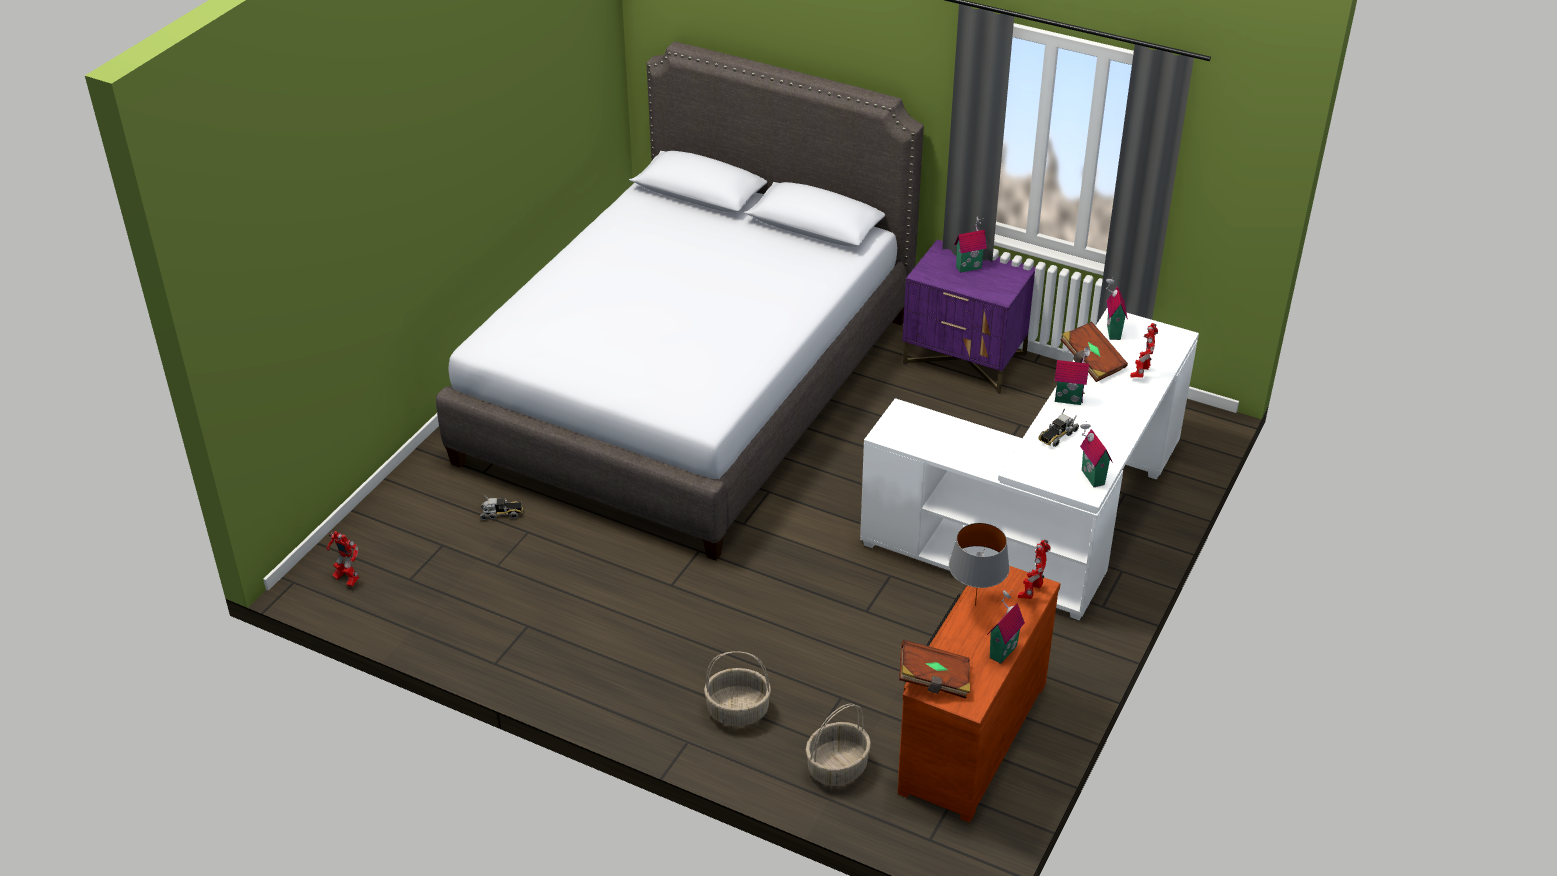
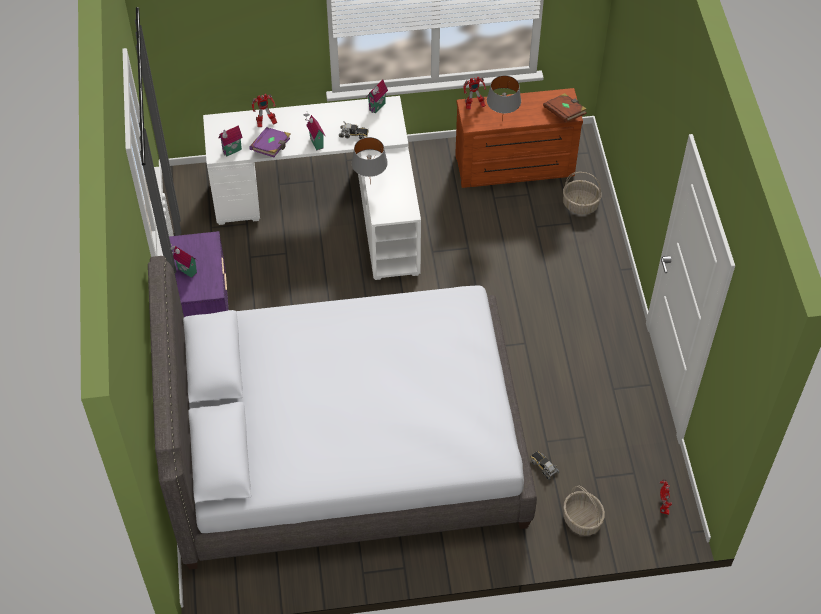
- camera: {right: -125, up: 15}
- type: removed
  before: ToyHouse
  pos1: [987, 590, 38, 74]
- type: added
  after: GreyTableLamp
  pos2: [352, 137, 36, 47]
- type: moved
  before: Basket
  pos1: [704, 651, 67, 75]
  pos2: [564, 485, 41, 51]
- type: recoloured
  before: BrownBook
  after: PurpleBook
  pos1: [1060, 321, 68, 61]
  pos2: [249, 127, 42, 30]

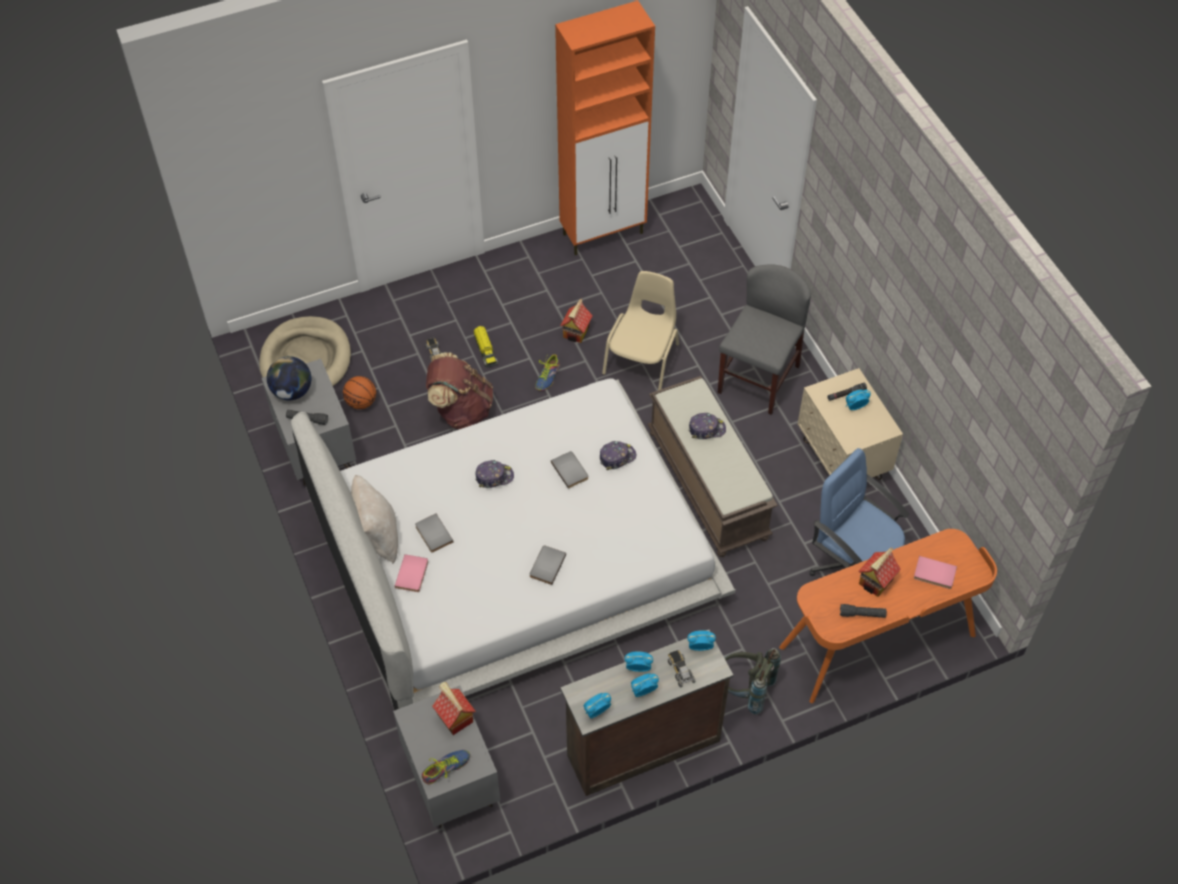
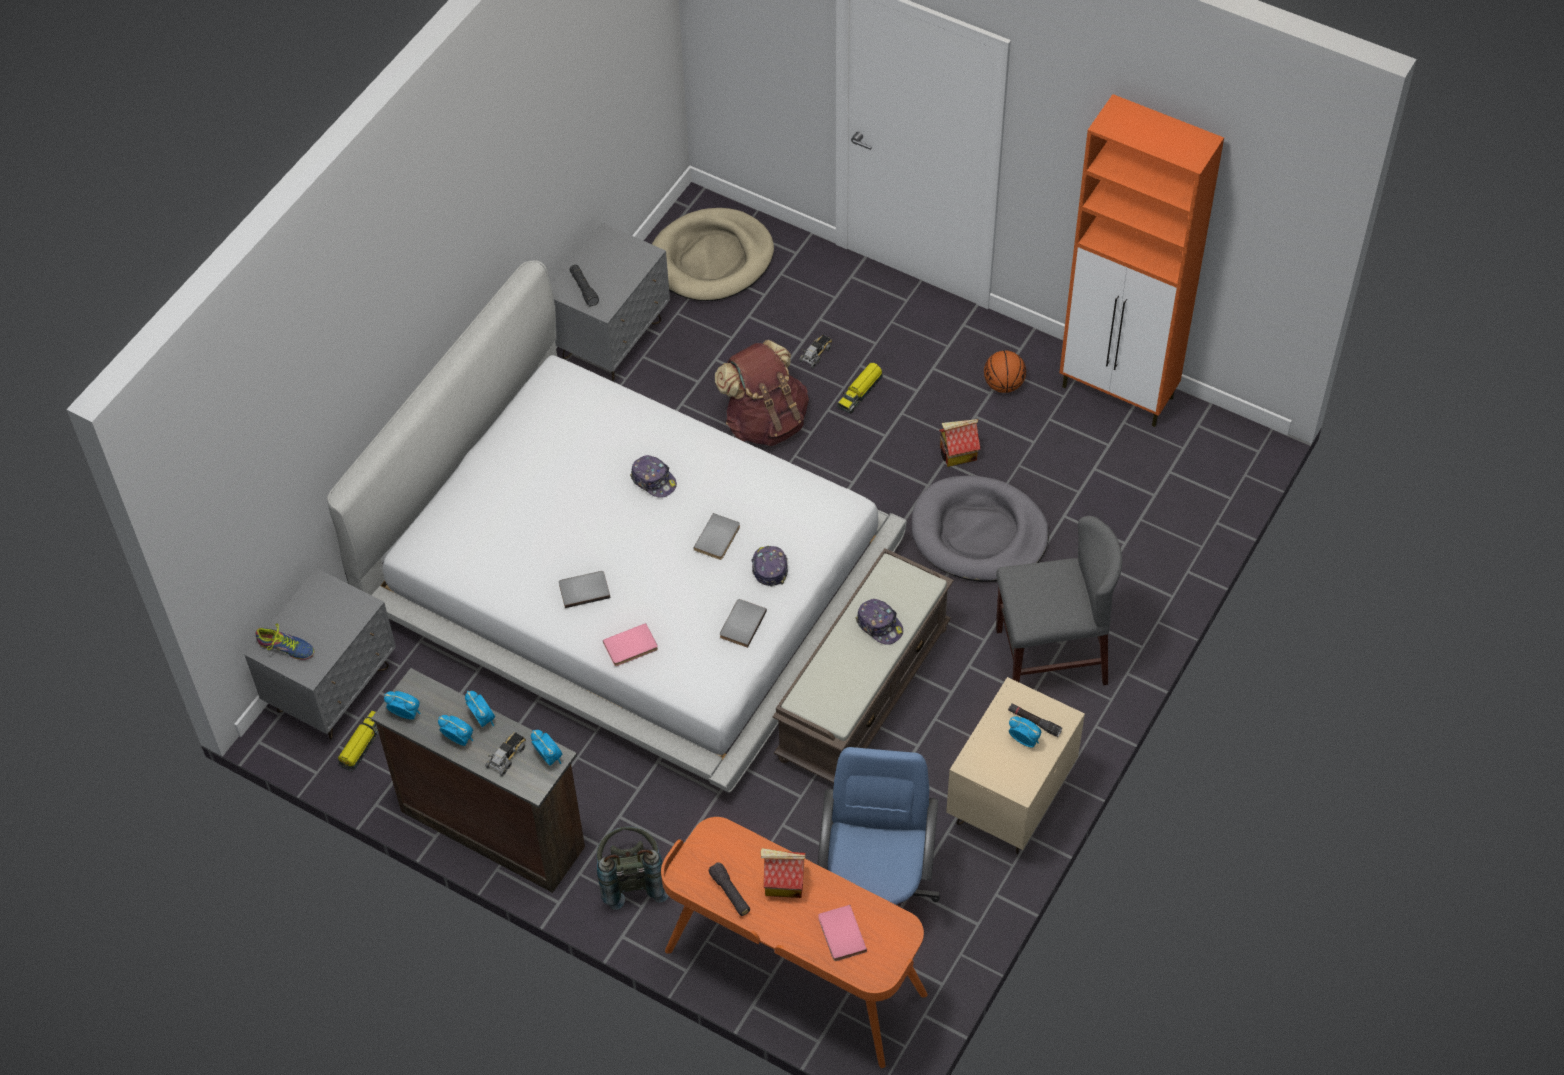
- camera: {right: 55, up: 0}
- type: removed
  before: Globe
  pos1: [267, 356, 44, 44]
- type: removed
  before: BeigePillow
  pos1: [351, 475, 47, 89]
- type: removed
  before: ToyHouse
  pos1: [432, 682, 44, 53]
- type: removed
  before: Shoe
  pos1: [535, 353, 25, 38]
- type: added
  after: ToyTruck
  pos2: [338, 711, 41, 61]
- type: moved
  before: Basketball
  pos1: [343, 376, 33, 33]
  pos2: [984, 351, 42, 42]
- type: moved
  before: PinkBook
  pos1: [395, 554, 33, 38]
  pos2: [603, 623, 55, 43]
- type: moved
  before: GreyBook
  pos1: [415, 514, 39, 38]
  pos2: [720, 599, 47, 49]
- type: replaced
  before: BeigeChair
  after: GreyDogBed
  pos1: [602, 271, 77, 119]
  pos2: [912, 475, 137, 107]
- type: turned
  before: Cap
  pos1: [600, 441, 36, 29]
  pos2: [751, 546, 37, 41]
  turn: -120

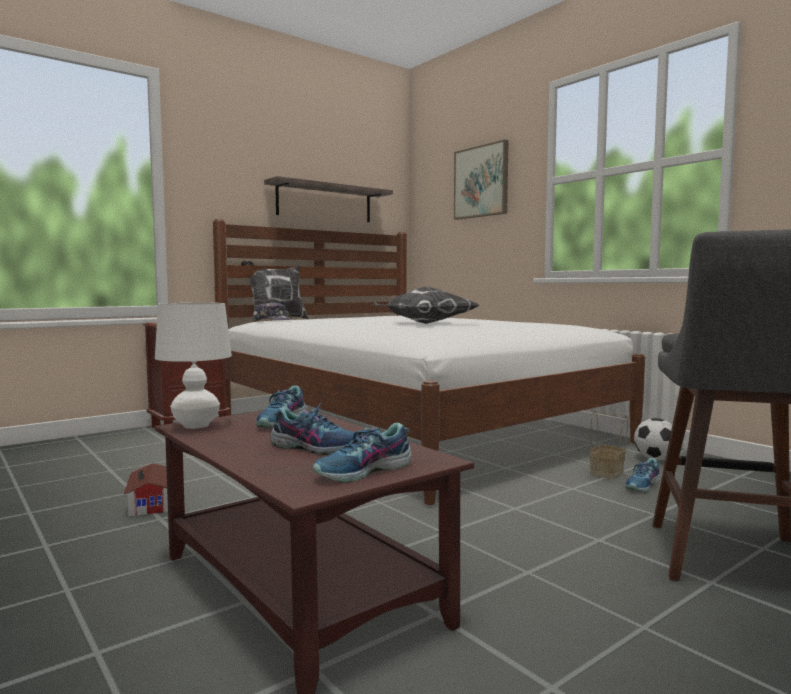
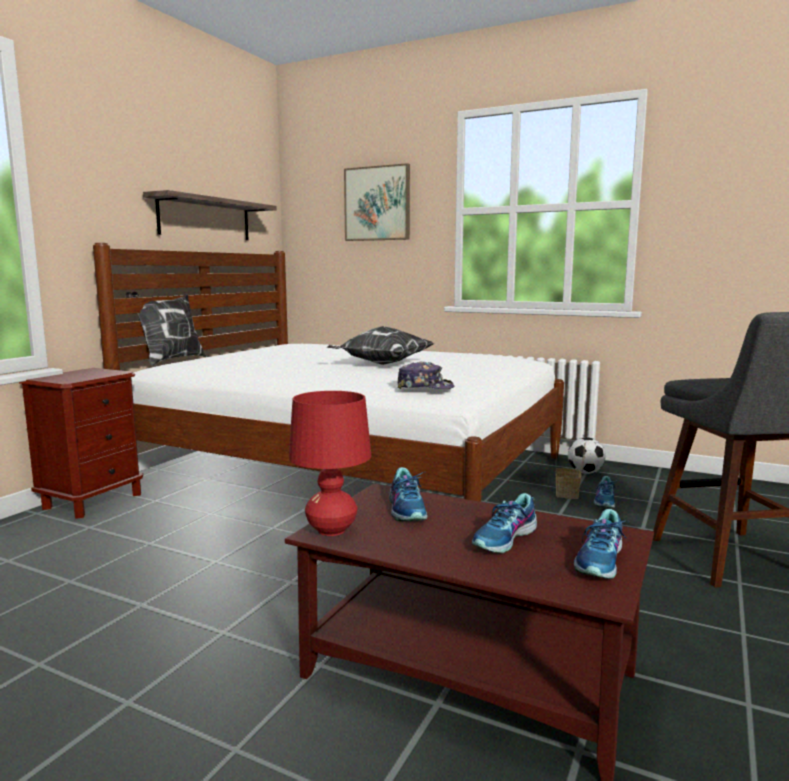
- camera: {right: -25, up: 5}
- type: removed
  before: ToyHouse
  pos1: [124, 463, 44, 53]
- type: moved
  before: Cap
  pos1: [256, 302, 37, 18]
  pos2: [398, 361, 57, 28]
- type: recoloured
  before: WhiteTableLamp
  after: RedTableLamp
  pos1: [155, 303, 77, 126]
  pos2: [289, 391, 82, 145]
- type: turned
  before: Shoe
  pos1: [270, 402, 87, 53]
  pos2: [472, 493, 65, 61]
  turn: 135

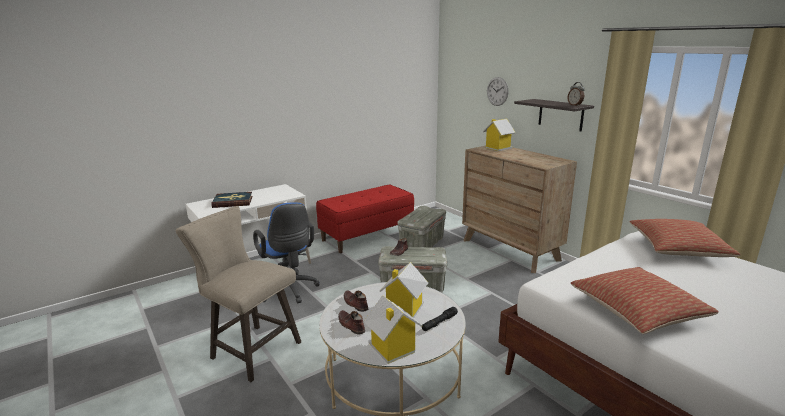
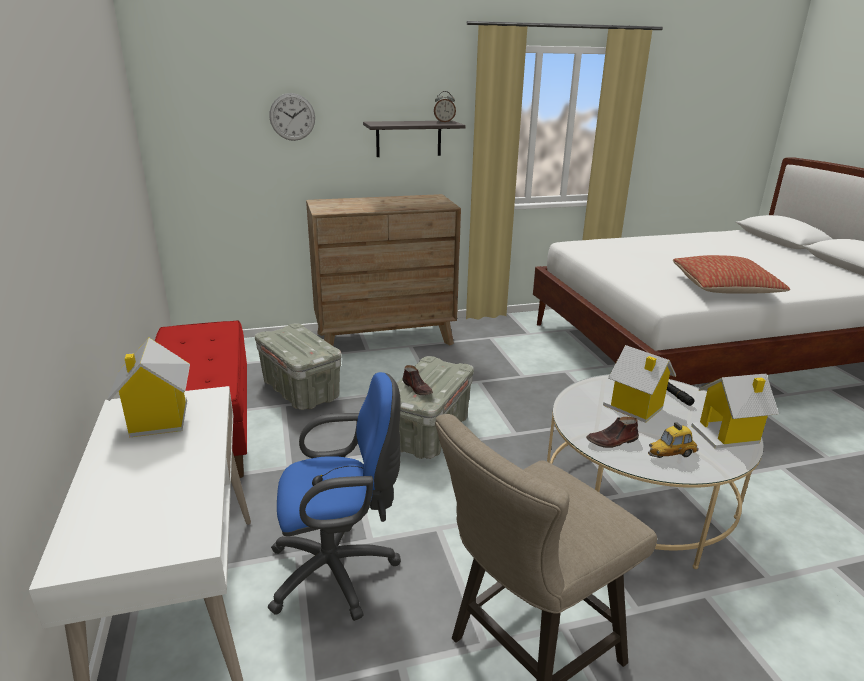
- camera: {right: -70, up: 5}
- type: removed
  before: Book
  pos1: [211, 192, 42, 16]
- type: removed
  before: Pillow
  pos1: [630, 219, 110, 38]
- type: moved
  before: ToyHouse
  pos1: [483, 119, 33, 32]
  pos2: [107, 338, 83, 100]
- type: replaced
  before: BrownShoe
  after: ToyCar
  pos1: [338, 310, 27, 24]
  pos2: [648, 422, 51, 36]

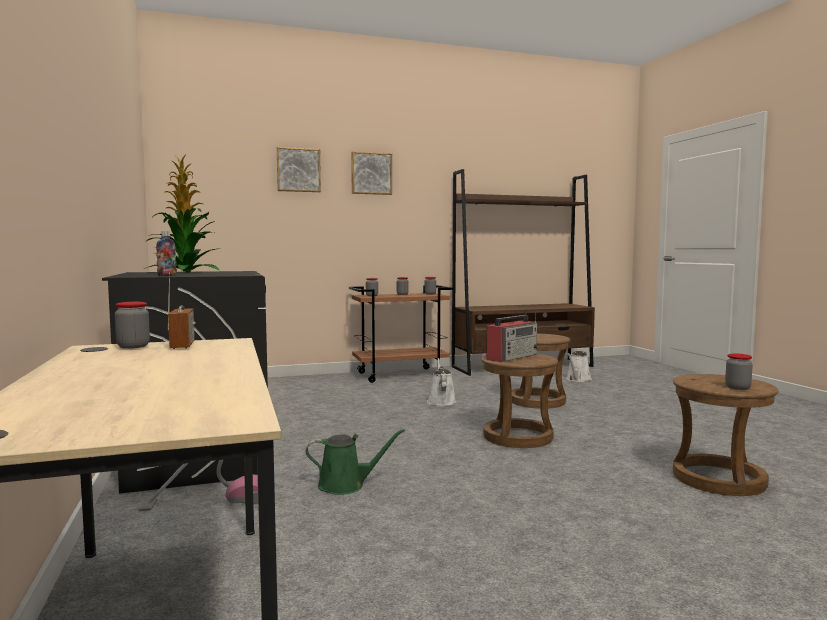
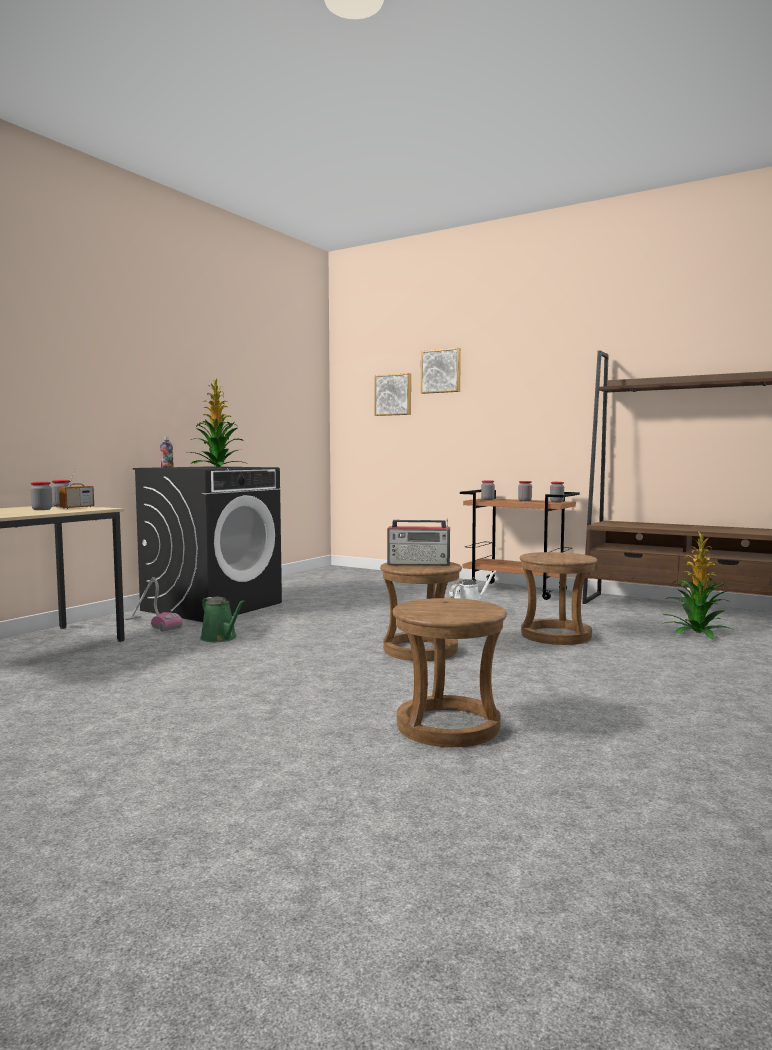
- camera: {right: 50, up: 0}
- type: moved
  before: Picture
  pos1: [351, 151, 41, 44]
  pos2: [374, 373, 37, 43]
- type: moved
  before: Jar
  pos1: [725, 354, 28, 36]
  pos2: [30, 482, 22, 28]
- type: replaced
  before: WhiteWateringCan
  after: PottedPlant
  pos1: [566, 351, 26, 31]
  pos2: [663, 531, 73, 108]

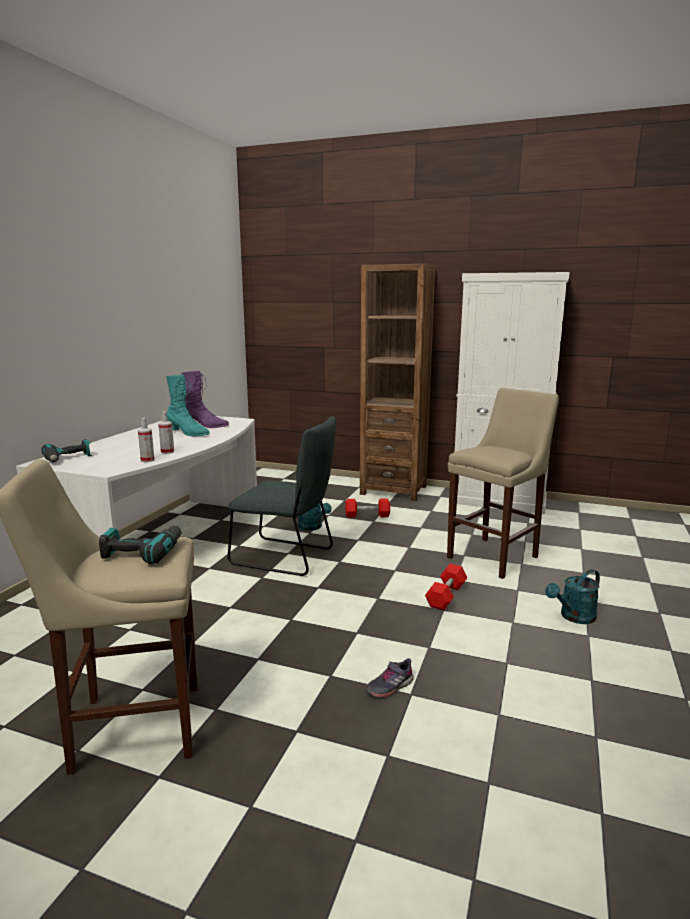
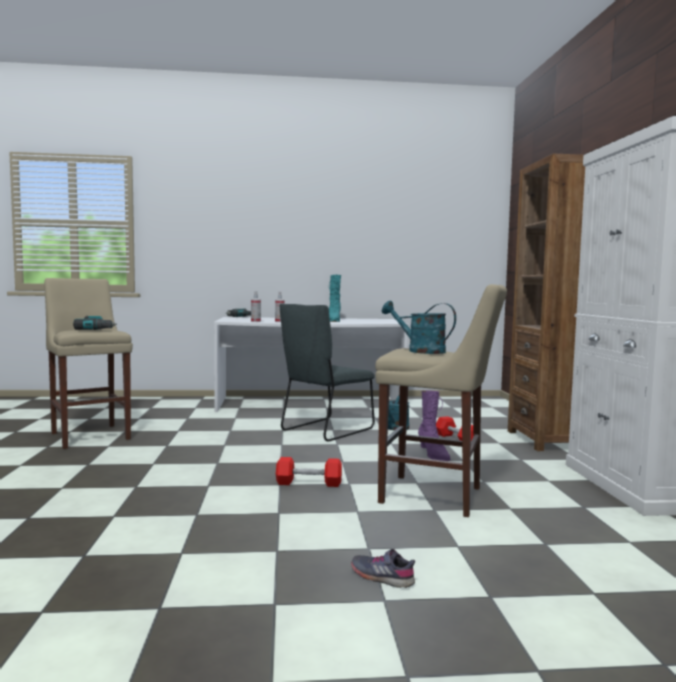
- camera: {right: 65, up: -10}
- type: moved
  before: PurpleBoot
  pos1: [181, 371, 48, 57]
  pos2: [418, 391, 33, 70]
- type: moved
  before: GreyShoe
  pos1: [366, 658, 48, 40]
  pos2: [351, 549, 64, 39]
- type: moved
  before: TurquoiseWateringCan
  pos1: [545, 569, 55, 55]
  pos2: [382, 301, 74, 53]
- type: turned
  before: GreyChair
  pos1: [228, 416, 108, 160]
  pos2: [280, 304, 95, 138]
  turn: 45

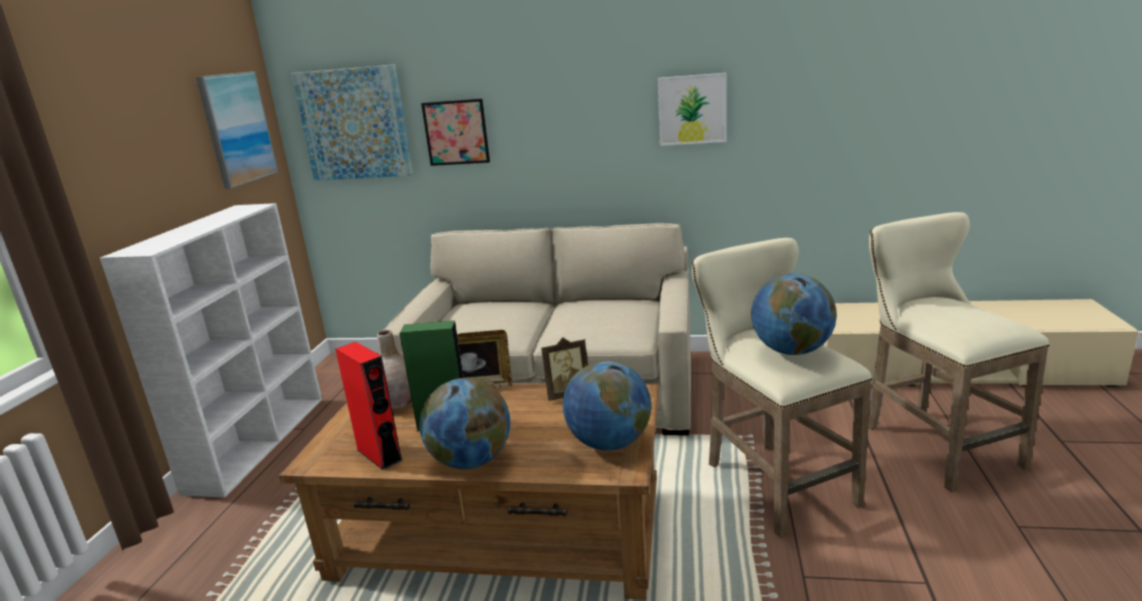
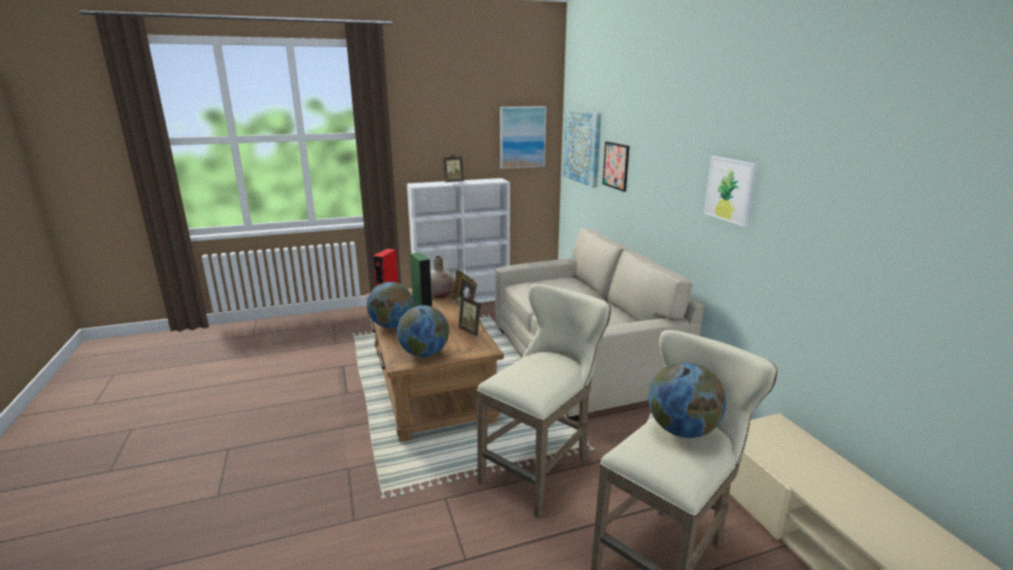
- camera: {right: 60, up: 0}
- type: added
  after: PictureFrame
  pos2: [443, 154, 21, 28]
- type: moved
  before: Globe
  pos1: [751, 274, 86, 81]
  pos2: [648, 362, 78, 76]

